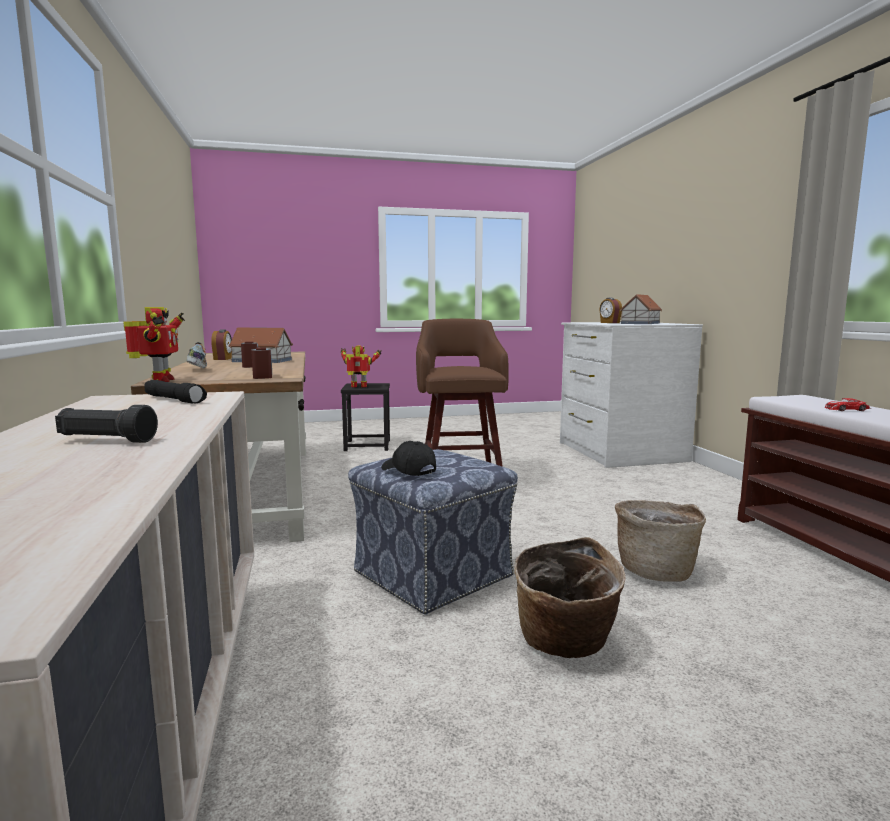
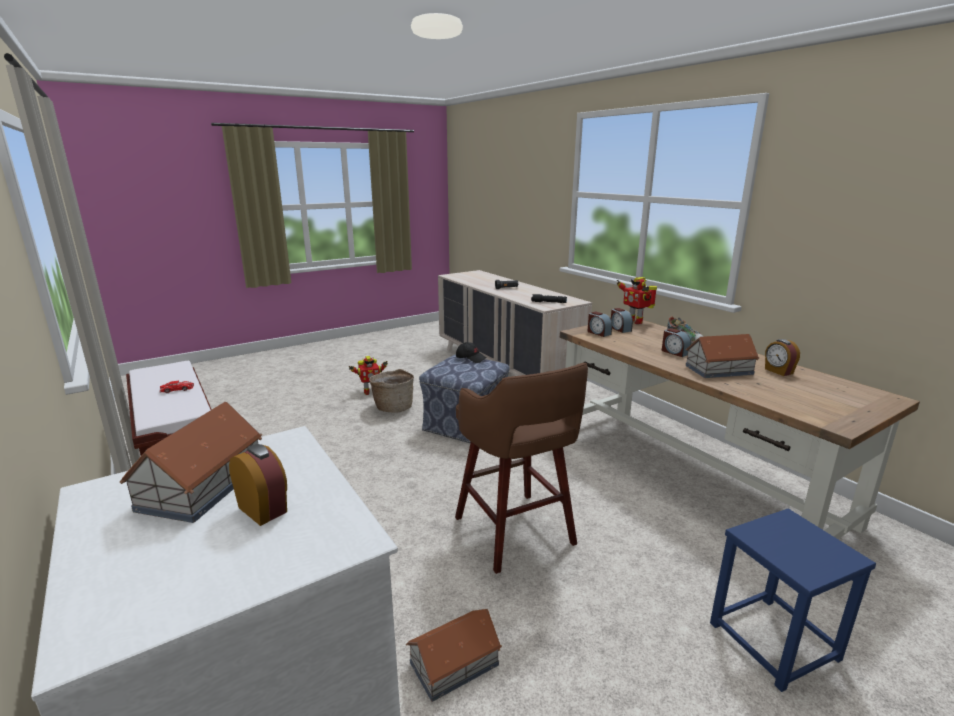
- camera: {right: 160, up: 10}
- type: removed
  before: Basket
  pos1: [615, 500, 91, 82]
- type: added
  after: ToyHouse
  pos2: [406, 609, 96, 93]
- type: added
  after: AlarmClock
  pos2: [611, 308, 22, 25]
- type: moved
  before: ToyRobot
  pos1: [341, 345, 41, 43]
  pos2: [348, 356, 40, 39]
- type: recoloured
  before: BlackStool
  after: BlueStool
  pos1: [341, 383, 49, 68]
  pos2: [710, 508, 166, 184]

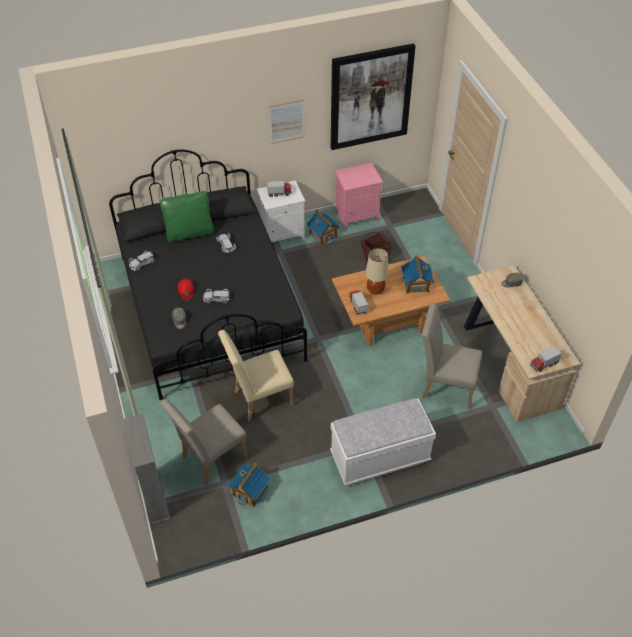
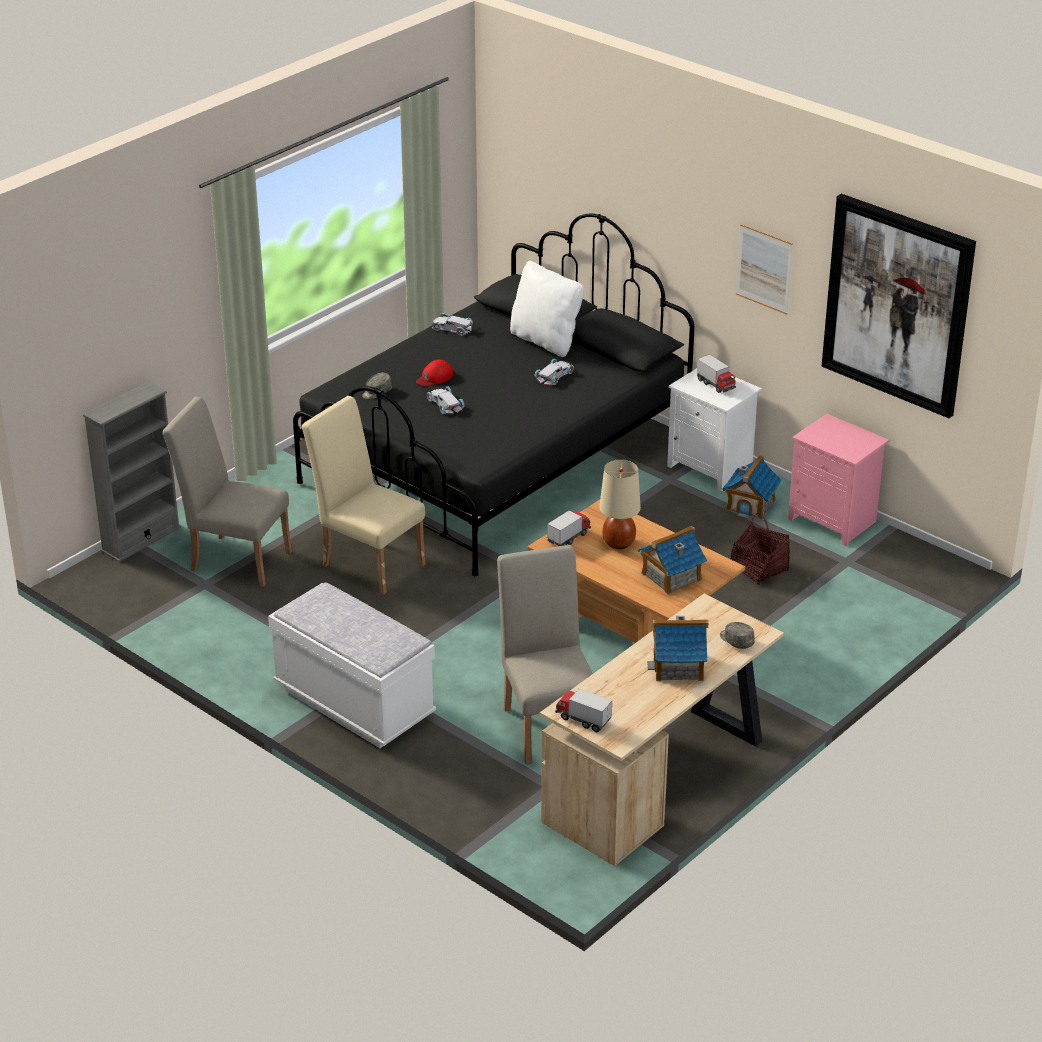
- camera: {right: 60, up: -15}
- type: moved
  before: ToyHouse
  pos1: [228, 463, 43, 44]
  pos2: [647, 616, 61, 65]
- type: recoloured
  before: GreenPillow
  after: WhitePillow
  pos1: [159, 191, 55, 51]
  pos2: [510, 261, 74, 96]

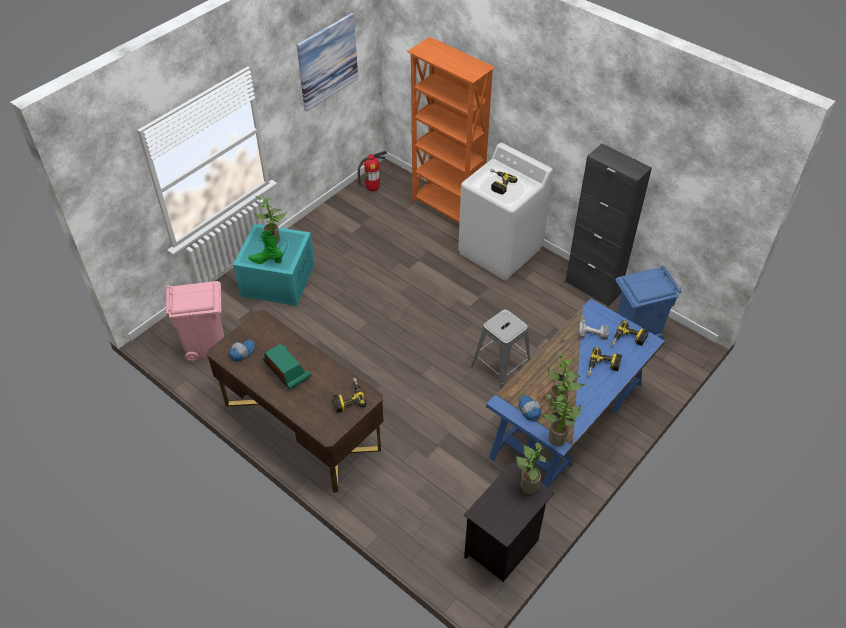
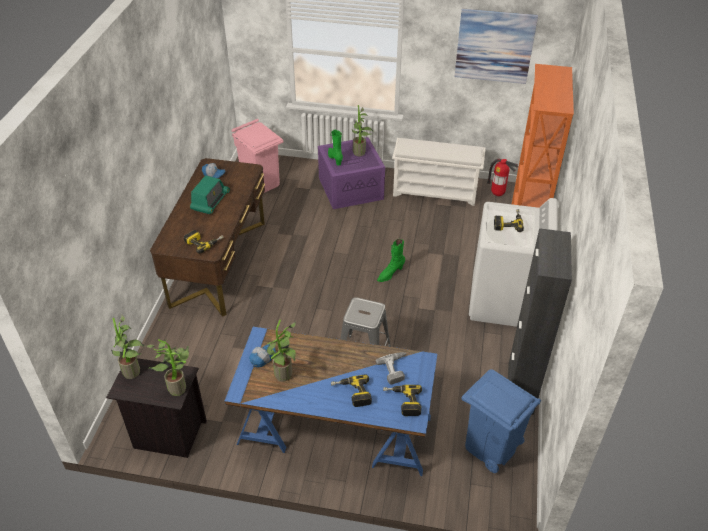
- camera: {right: 60, up: -5}
- type: added
  after: GreenBoot
  pos2: [377, 239, 28, 43]
- type: added
  after: WhiteShoeRack
  pos2: [392, 138, 93, 68]
- type: moved
  before: PottedPlant
  pos1: [541, 394, 40, 52]
  pos2: [111, 315, 33, 64]
- type: recoloured
  before: TurquoiseStorageBox
  after: PurpleStorageBox
  pos1: [233, 224, 82, 82]
  pos2: [318, 137, 67, 72]

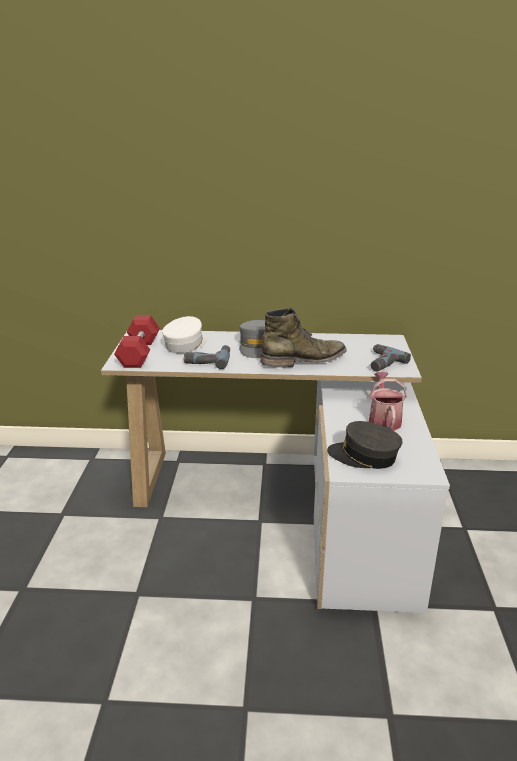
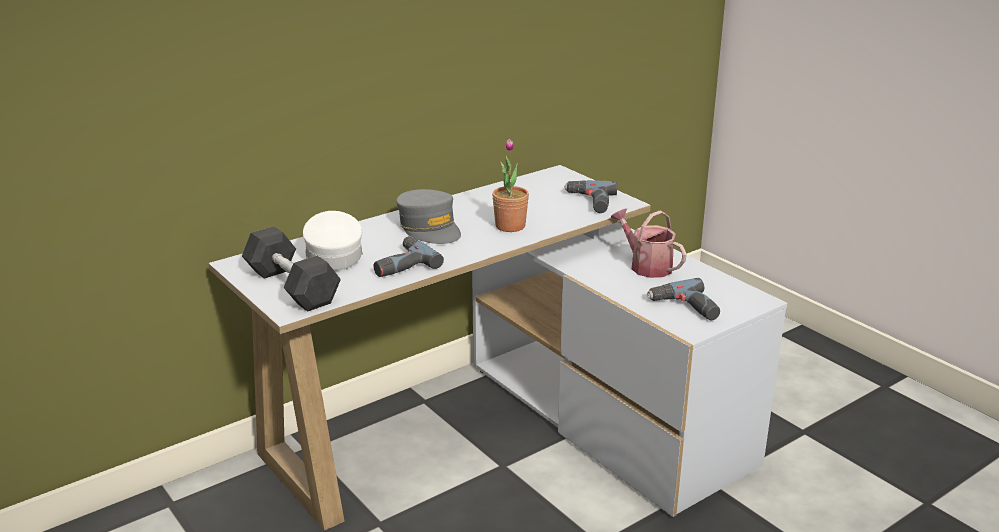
- camera: {right: -40, up: 0}
- type: replaced
  before: GreenBoot
  after: PottedPlant
  pos1: [261, 308, 86, 60]
  pos2: [492, 139, 37, 93]
- type: replaced
  before: GreyCap
  after: PowerDrill
  pos1: [327, 421, 76, 48]
  pos2: [647, 278, 73, 42]
- type: recoloured
  before: RedDumbbell
  after: GreyDumbbell
  pos1: [114, 316, 46, 52]
  pos2: [242, 226, 99, 86]

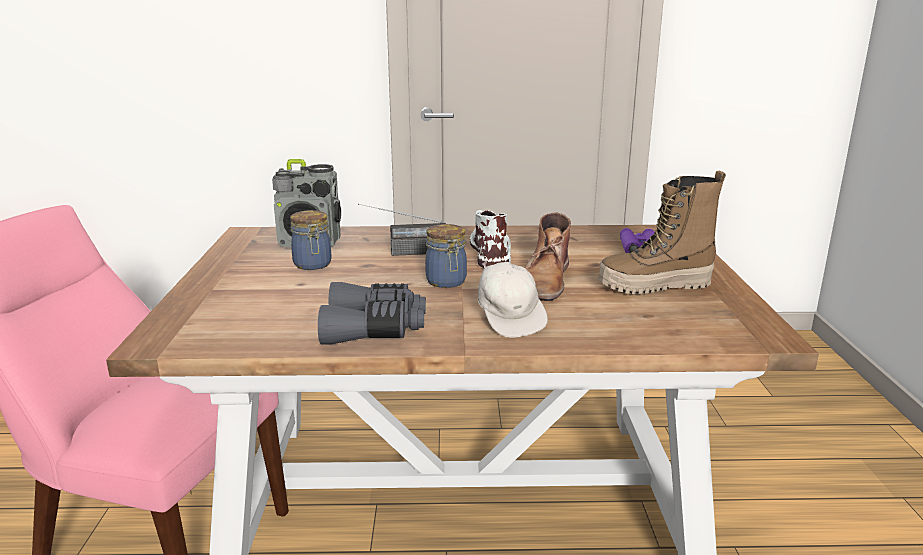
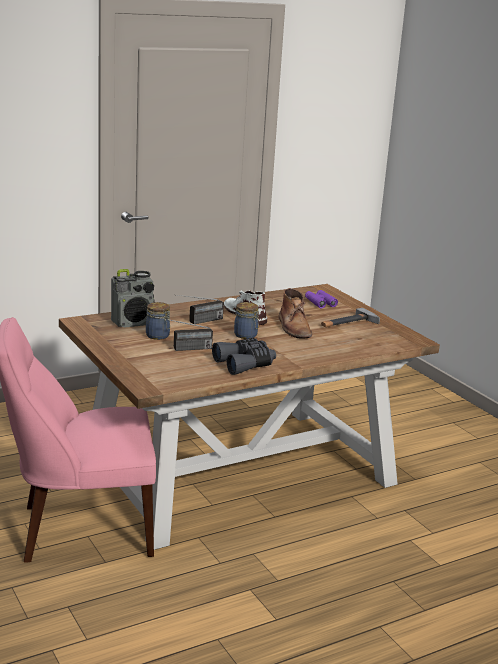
- camera: {right: -30, up: 0}
- type: removed
  before: WhiteCap
  pos1: [478, 260, 70, 78]
- type: added
  after: Radio
  pos2: [154, 317, 59, 34]
- type: replaced
  before: Boot
  after: Hammer
  pos1: [598, 171, 128, 123]
  pos2: [321, 308, 59, 19]

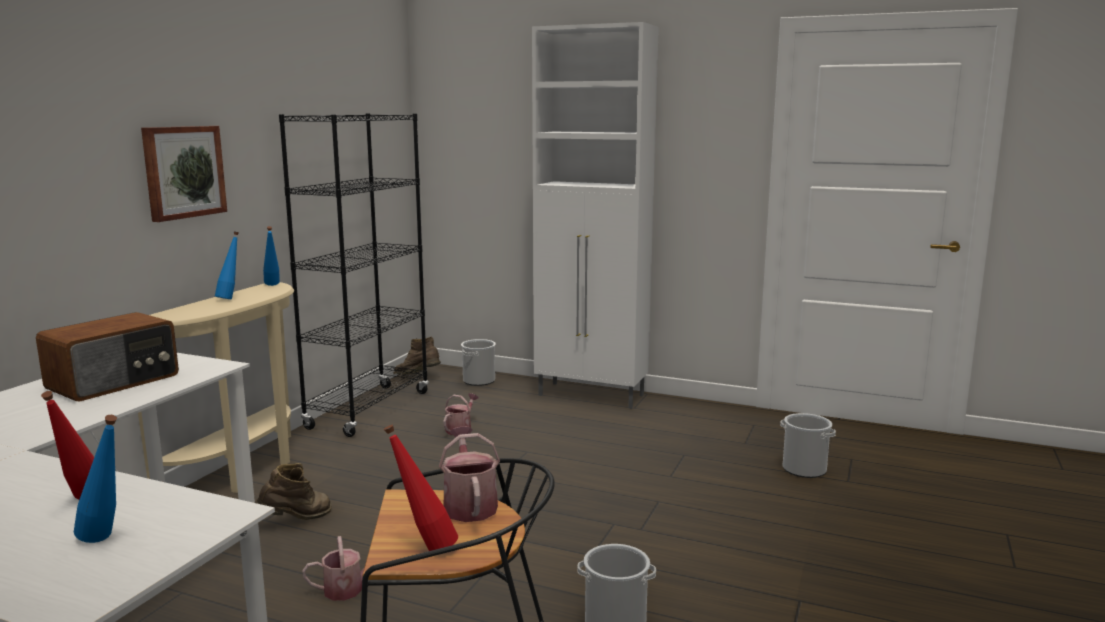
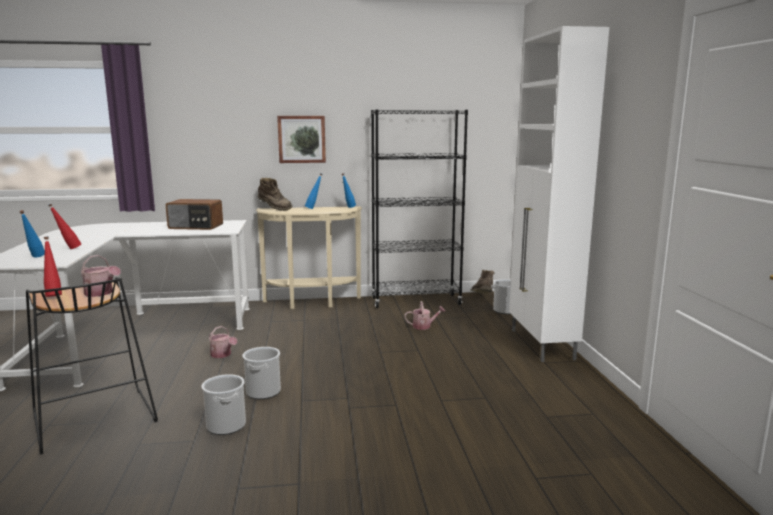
- camera: {right: 60, up: 0}
- type: moved
  before: BrownBoot
  pos1: [255, 463, 77, 57]
  pos2: [258, 178, 34, 33]
- type: moved
  before: Bucket
  pos1: [780, 413, 56, 65]
  pos2: [243, 347, 38, 52]
- type: turned
  before: WateringCan
  pos1: [439, 426, 61, 96]
  pos2: [81, 255, 40, 42]
  turn: 75

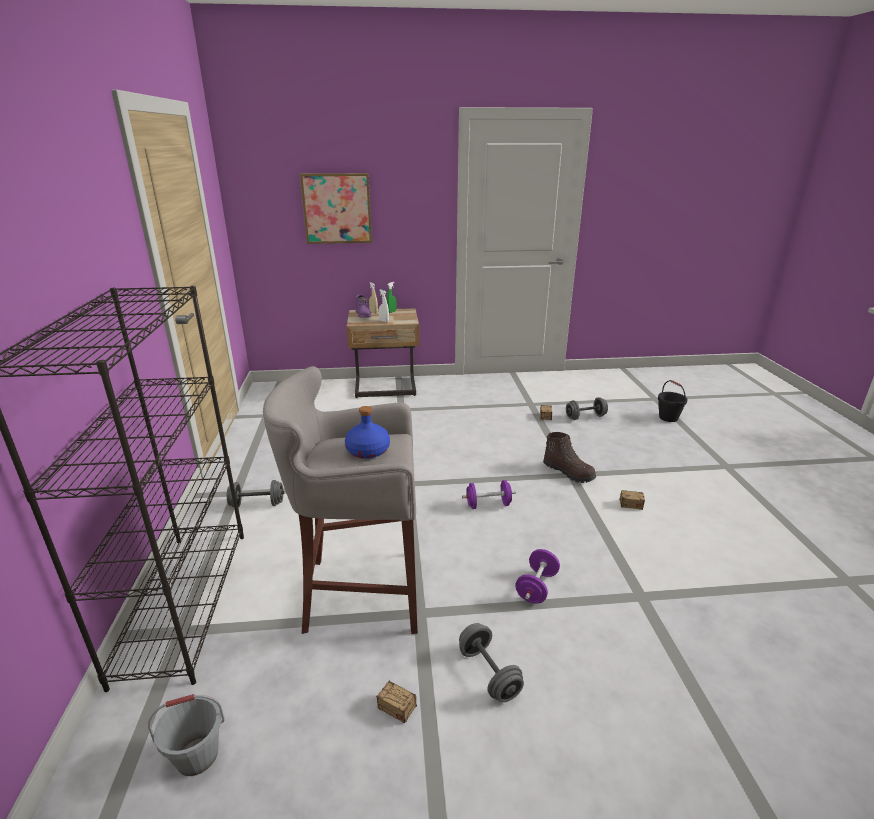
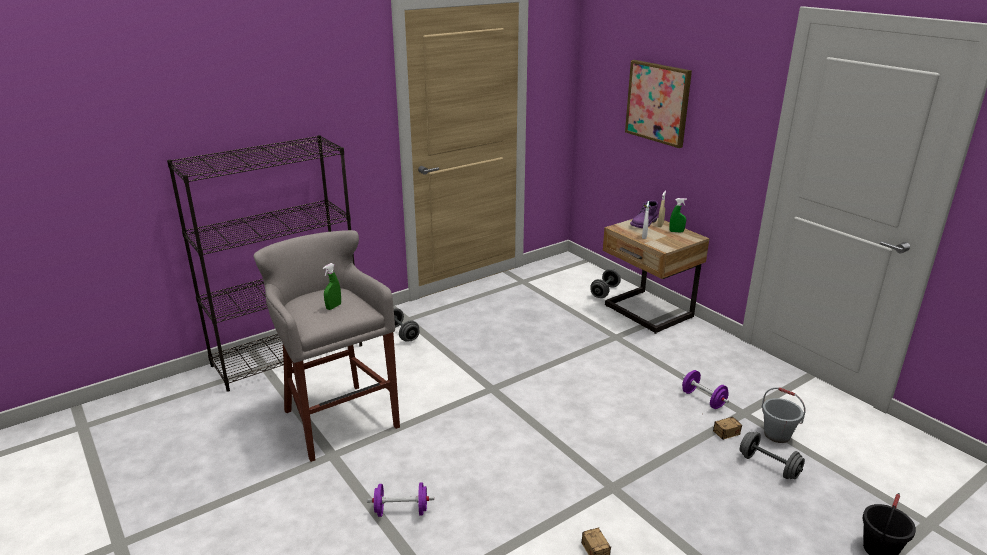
- camera: {right: 60, up: 0}
- type: removed
  before: StorageBox
  pos1: [376, 681, 79, 43]
- type: removed
  before: BrownBoot
  pos1: [543, 432, 53, 51]
- type: moved
  before: GreyBucket
  pos1: [148, 694, 77, 82]
  pos2: [762, 387, 44, 56]
- type: moved
  before: GreyDumbbell
  pos1: [459, 623, 65, 79]
  pos2: [590, 269, 31, 29]
- type: moved
  before: PurpleDumbbell
  pos1: [462, 480, 54, 29]
  pos2: [682, 370, 47, 39]
- type: replaced
  before: BlueBottle
  after: GreenSprayBottle
  pos1: [345, 406, 45, 53]
  pos2: [323, 263, 18, 47]

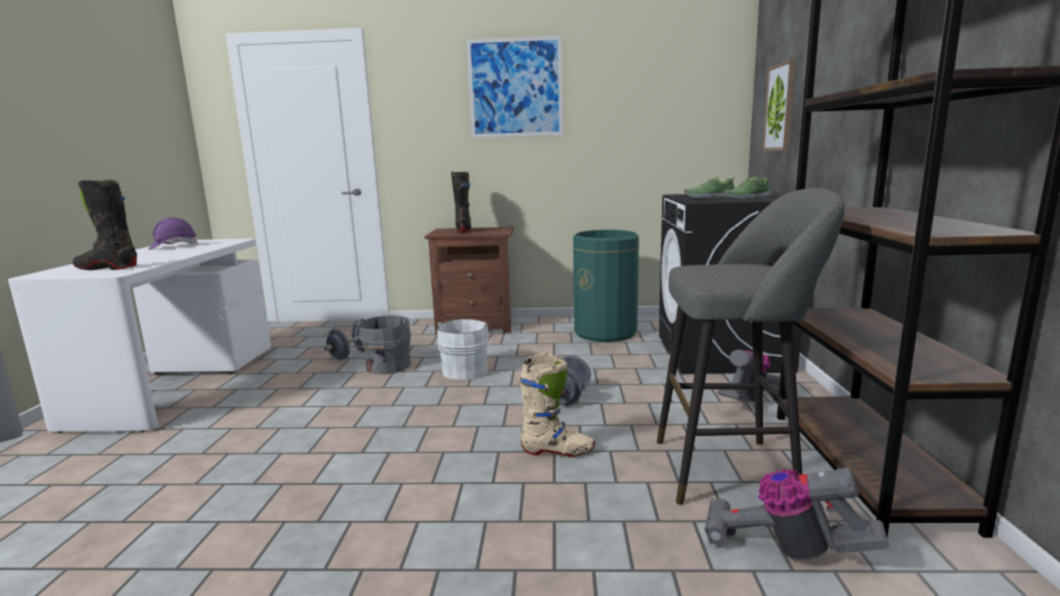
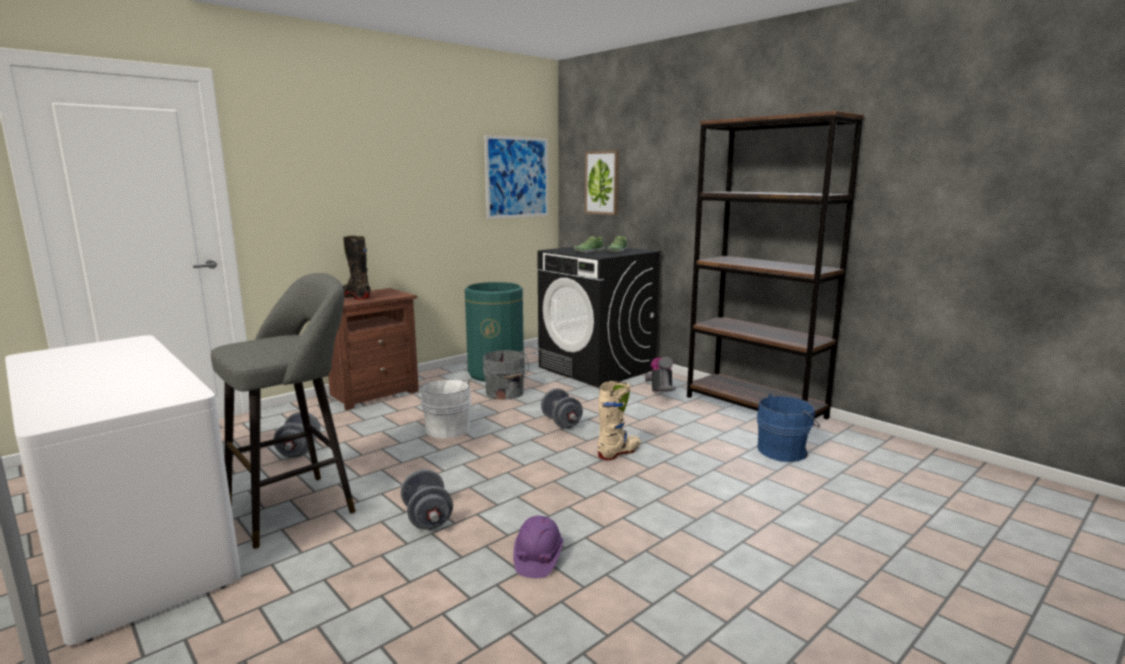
- camera: {right: -45, up: 0}
- type: removed
  before: BlackBoot
  pos1: [72, 180, 65, 90]
- type: added
  after: GreyDumbbell
  pos2: [401, 469, 52, 61]
- type: moved
  before: PurpleHardHat
  pos1: [149, 217, 49, 33]
  pos2: [513, 516, 50, 62]
- type: moved
  before: GreyBucket
  pos1: [355, 316, 56, 58]
  pos2: [483, 350, 46, 50]
- type: moved
  before: Picture
  pos1: [467, 36, 96, 102]
  pos2: [484, 135, 64, 84]
- type: moved
  before: GreyStool
  pos1: [657, 188, 188, 317]
  pos2: [211, 273, 145, 276]
- type: replaced
  before: VacuumCleaner
  after: BlueBucket
  pos1: [705, 467, 184, 93]
  pos2: [757, 394, 63, 68]

